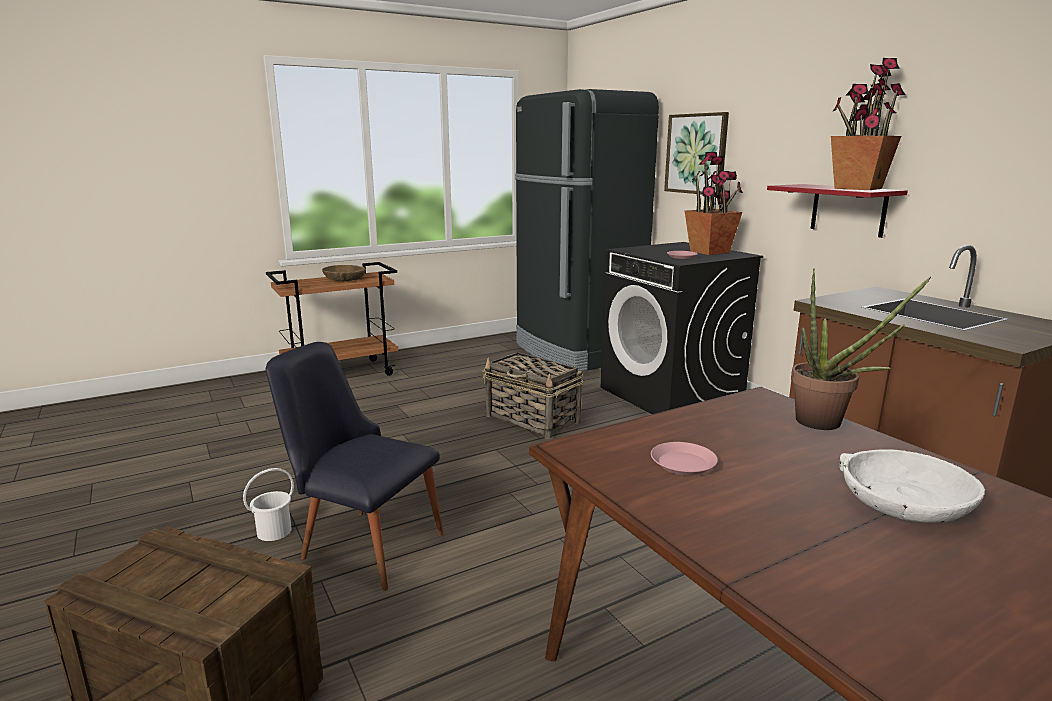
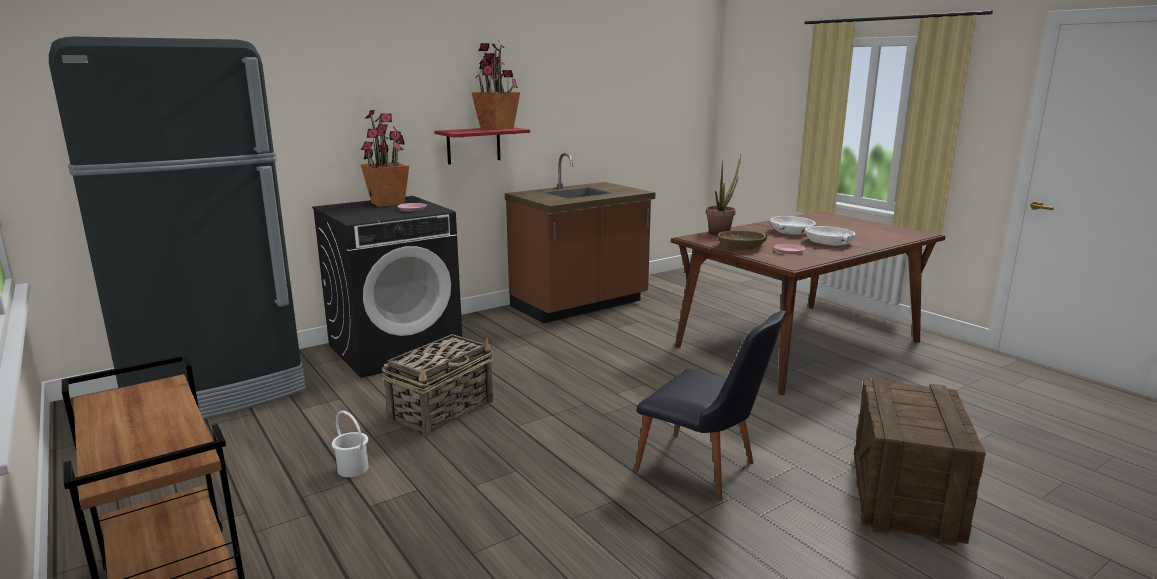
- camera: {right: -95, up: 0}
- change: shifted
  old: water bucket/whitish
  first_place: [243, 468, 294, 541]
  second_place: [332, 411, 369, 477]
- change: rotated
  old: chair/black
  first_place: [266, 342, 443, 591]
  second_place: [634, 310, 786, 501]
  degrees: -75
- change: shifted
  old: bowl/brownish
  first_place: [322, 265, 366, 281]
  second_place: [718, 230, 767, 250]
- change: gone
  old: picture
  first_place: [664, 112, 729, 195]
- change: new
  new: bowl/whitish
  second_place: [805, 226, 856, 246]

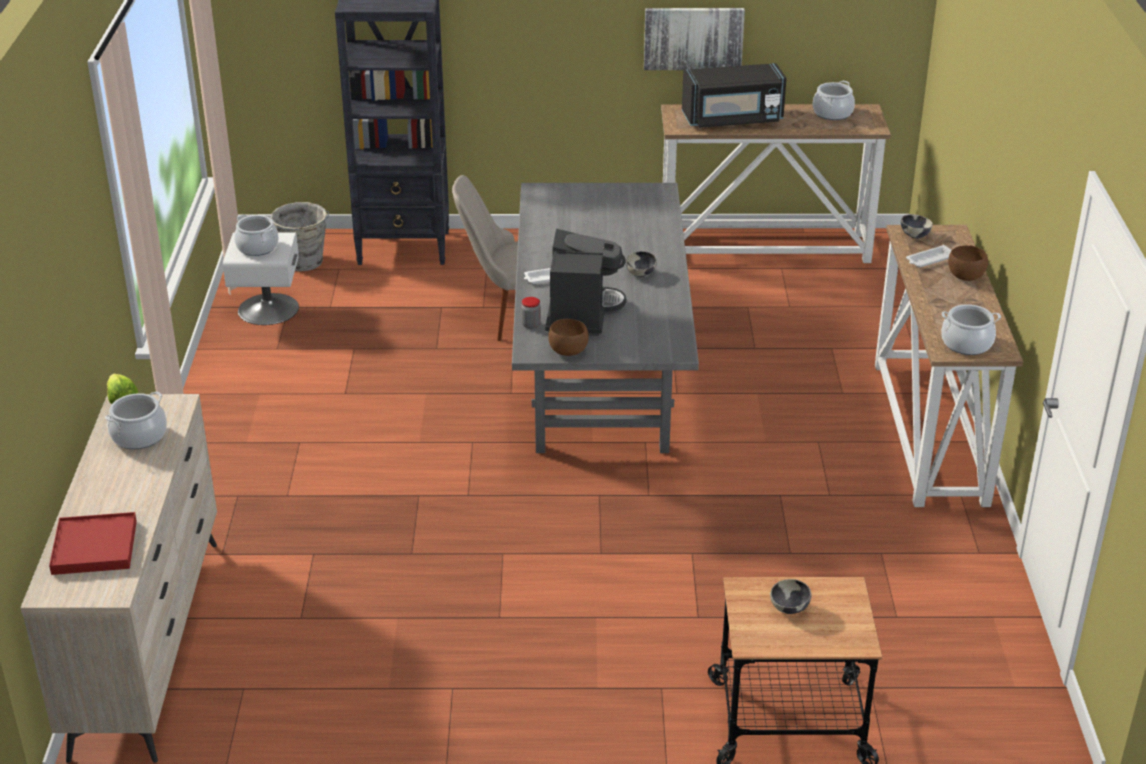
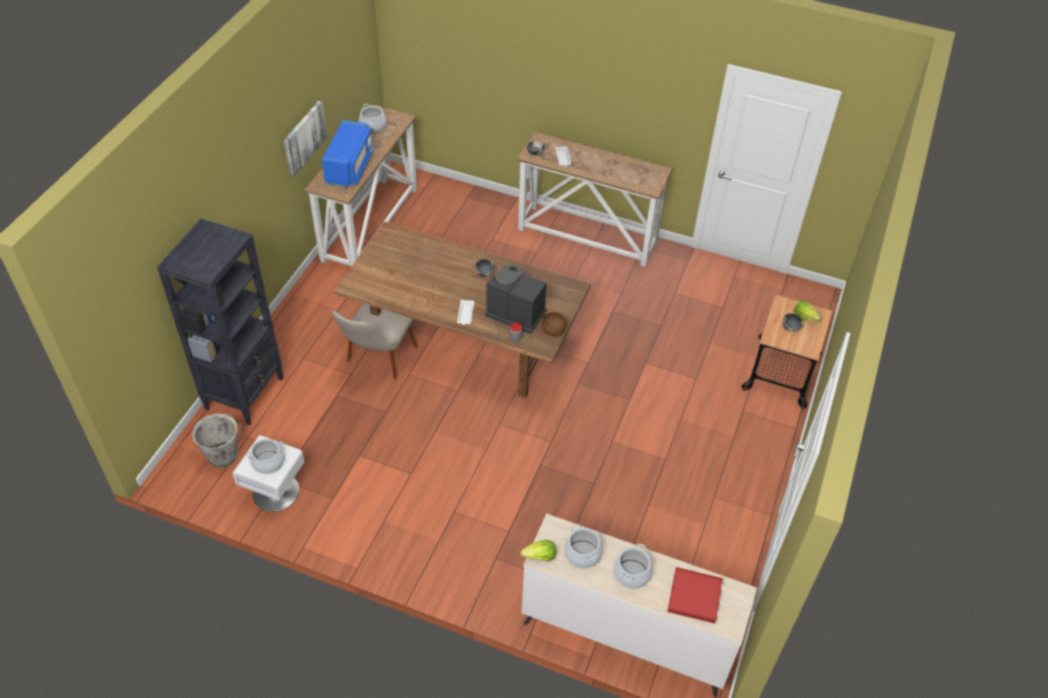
- camera: {right: -70, up: 15}
- change: repainted
  old: dining table/grey
  new: dining table/brownish
  first_place: [512, 183, 699, 453]
  second_place: [334, 222, 591, 398]
- change: repainted
  old: microwave oven/black
  new: microwave oven/bluish
  first_place: [682, 63, 787, 128]
  second_place: [322, 120, 374, 187]
- change: shifted
  old: saucepot
  first_place: [941, 304, 1001, 355]
  second_place: [613, 544, 653, 589]
- change: gone
  old: bowl/brownish
  first_place: [948, 245, 988, 281]
- change: new
  new: head of lettuce
  second_place: [794, 301, 821, 322]

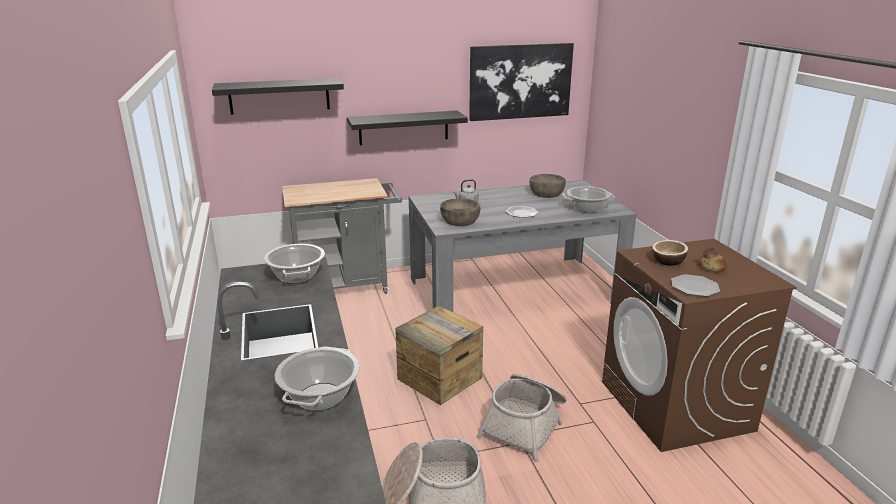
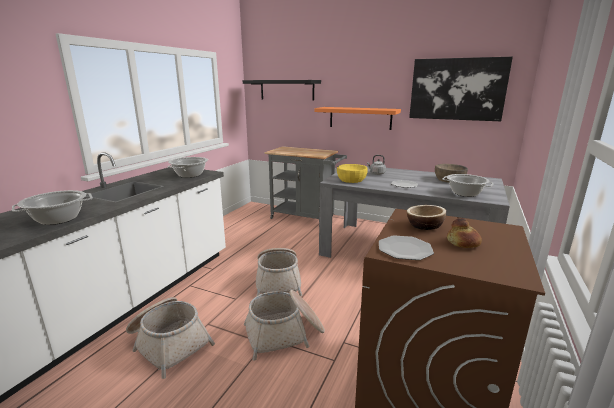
- camera: {right: 40, up: -5}
- change: repainted
  old: shelf/black
  new: shelf/orange-coloured
  first_place: [347, 111, 468, 145]
  second_place: [315, 107, 401, 130]
- change: swapped
  old: packing crate
  new: storage basket
  first_place: [395, 306, 483, 405]
  second_place: [256, 248, 302, 296]
- change: repainted
  old: bowl/brownish
  new: bowl/yellow-coloured
  first_place: [440, 198, 480, 226]
  second_place: [337, 164, 368, 183]

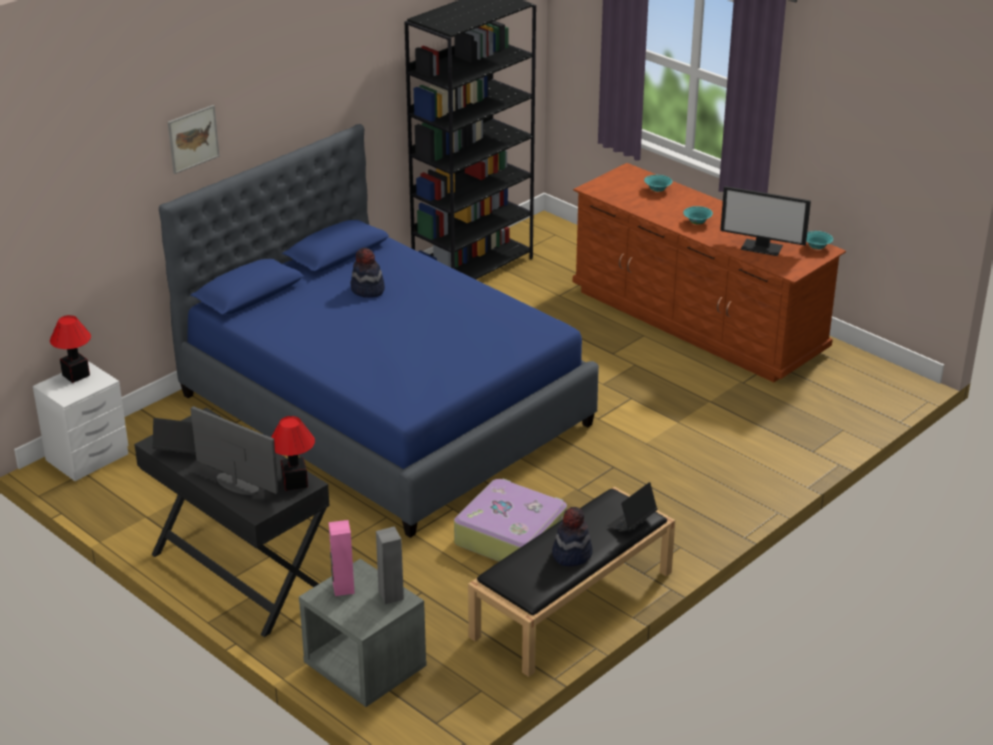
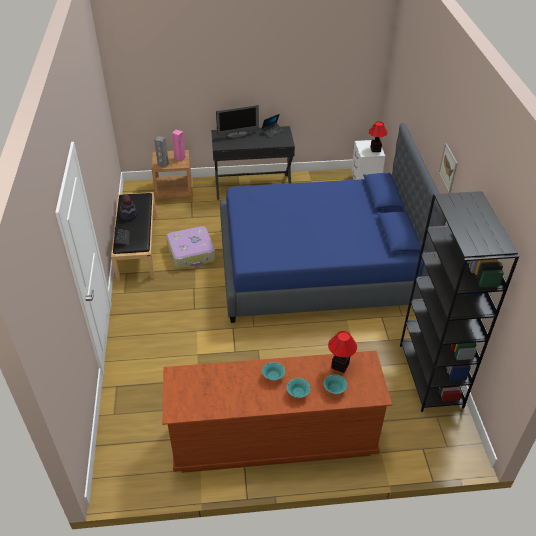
- camera: {right: 130, up: 10}
- change: shifted
  old: picture
  first_place: [168, 105, 220, 174]
  second_place: [439, 143, 458, 193]
- change: shifted
  old: table lamp
  first_place: [271, 416, 315, 491]
  second_place: [328, 331, 357, 373]
- change: repainted
  old: night table/grey
  new: night table/brownish
  first_place: [299, 559, 426, 707]
  second_place: [152, 150, 192, 198]
- change: gone
  old: hat
  first_place: [351, 248, 385, 298]
- change: gone
  old: monitor
  first_place: [720, 186, 811, 256]
- change: shifted
  old: bowl/turquoise-coloured
  first_place: [806, 231, 833, 250]
  second_place: [287, 378, 311, 398]

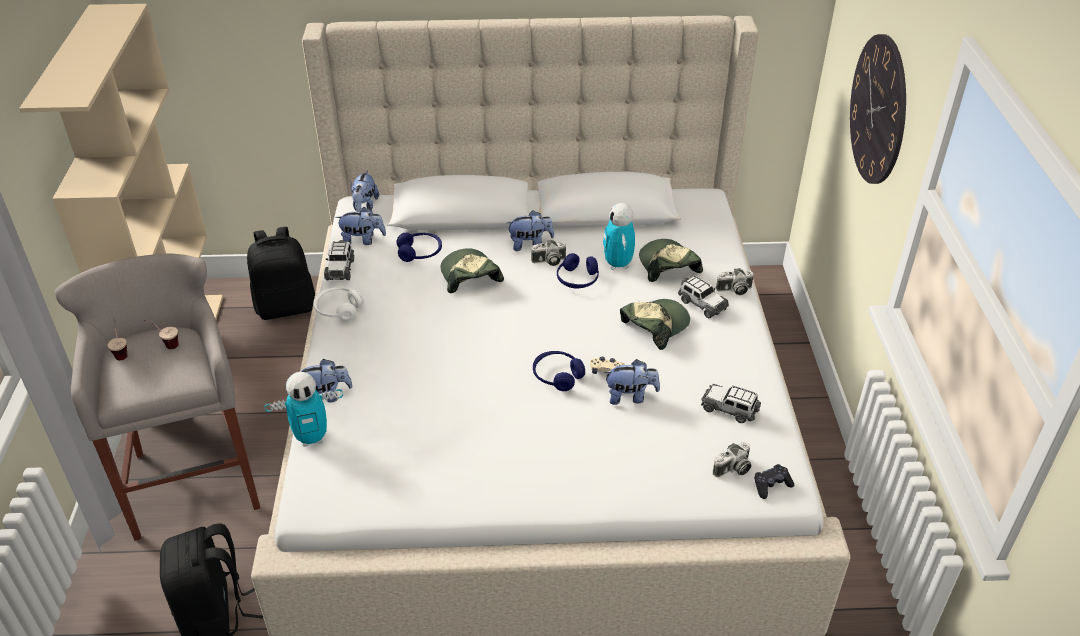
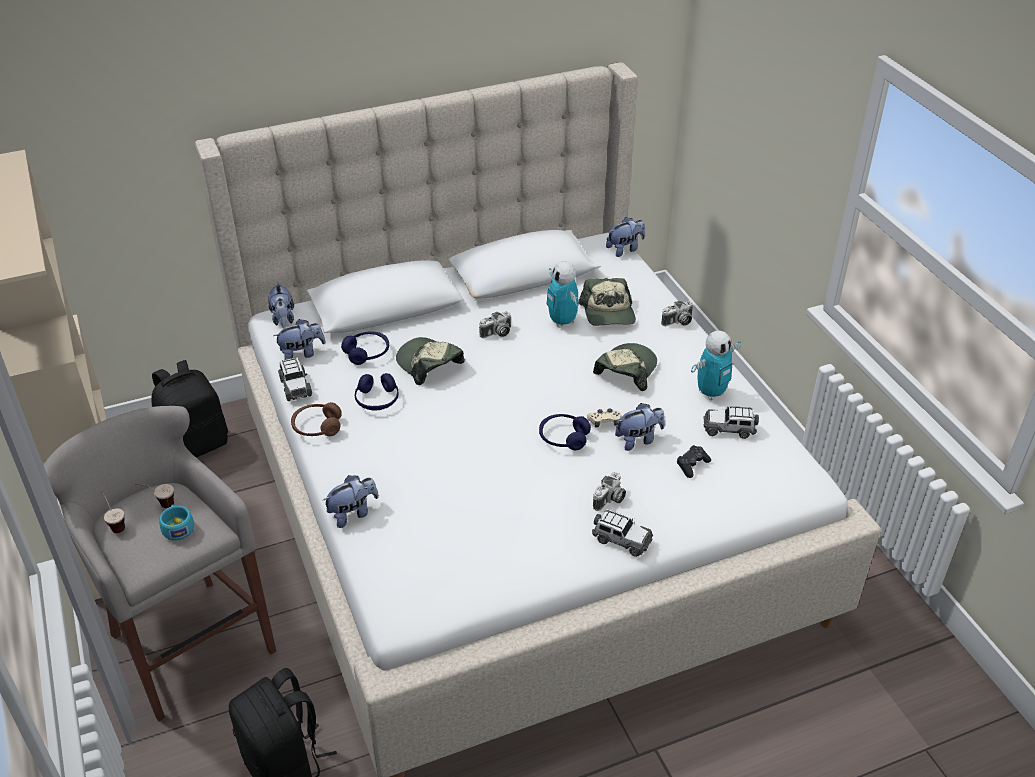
- camera: {right: -20, up: 0}
- change: shifted
  old: model robot
  first_place: [264, 372, 343, 447]
  second_place: [691, 331, 741, 400]
- change: repainted
  old: headphones/whitish
  new: headphones/brownish
  first_place: [313, 287, 364, 321]
  second_place: [291, 402, 342, 436]
- change: shifted
  old: soft toy
  first_place: [507, 211, 554, 251]
  second_place: [606, 217, 645, 257]
- change: shifted
  old: headphones/bluish
  first_place: [557, 253, 599, 288]
  second_place: [355, 373, 399, 411]
- change: rotated
  old: cap
  first_place: [639, 239, 703, 282]
  second_place: [578, 278, 636, 326]
  degrees: -150
- change: shifted
  old: toy car
  first_place: [678, 276, 729, 318]
  second_place: [592, 509, 653, 557]
- change: shifted
  old: photo camera
  first_place: [713, 442, 751, 477]
  second_place: [593, 472, 626, 511]
- change: shifted
  old: game controller/black
  first_place: [754, 464, 794, 499]
  second_place: [677, 445, 711, 478]
- change: gone
  old: wall clock
  first_place: [850, 34, 906, 184]
- change: new
  new: small cup/turquoise-coloured
  second_place: [159, 504, 194, 541]

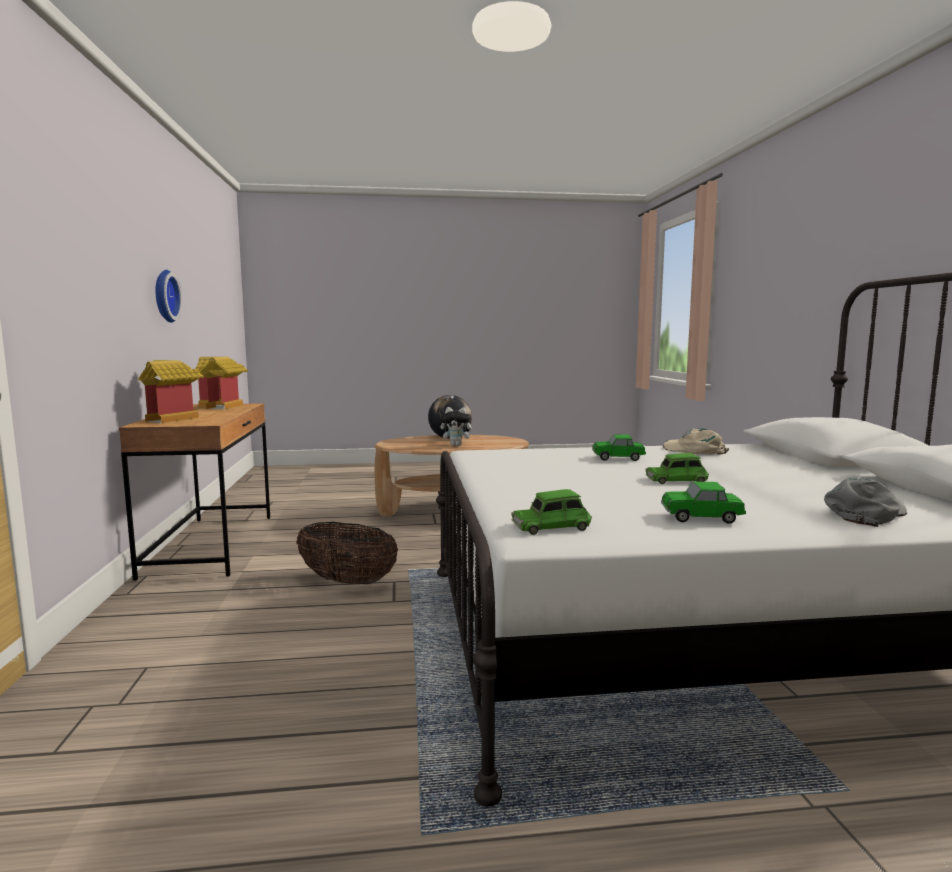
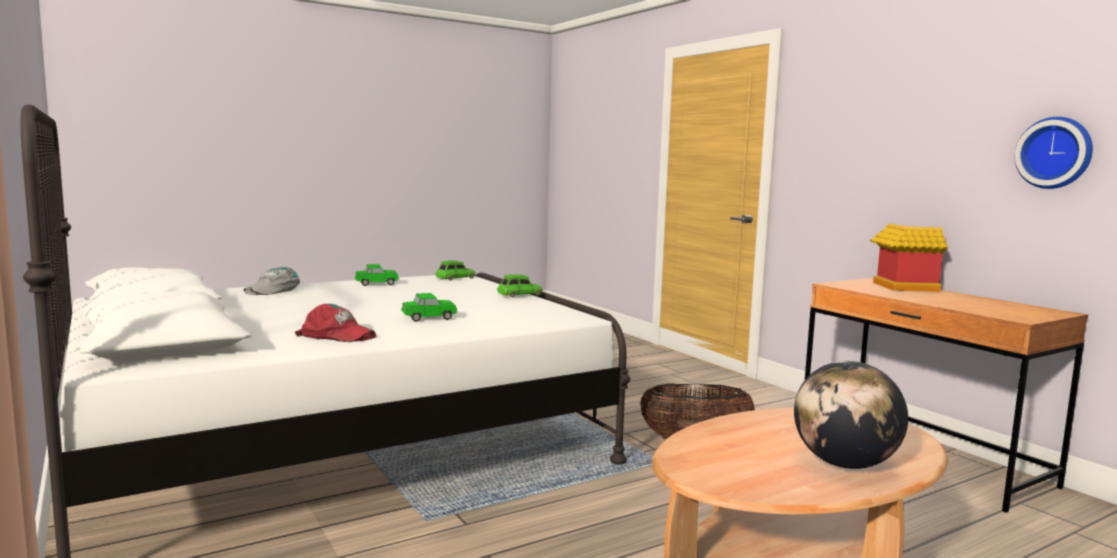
- camera: {right: 155, up: 0}
- change: gone
  old: miniature house
  first_place: [195, 357, 248, 409]
- change: gone
  old: soft toy
  first_place: [440, 407, 476, 446]
- change: shifted
  old: toy car/green-coloured
  first_place: [645, 453, 709, 484]
  second_place: [497, 274, 543, 297]
- change: repainted
  old: cap/sand-coloured
  new: cap/red
  first_place: [663, 428, 729, 454]
  second_place: [295, 304, 376, 342]

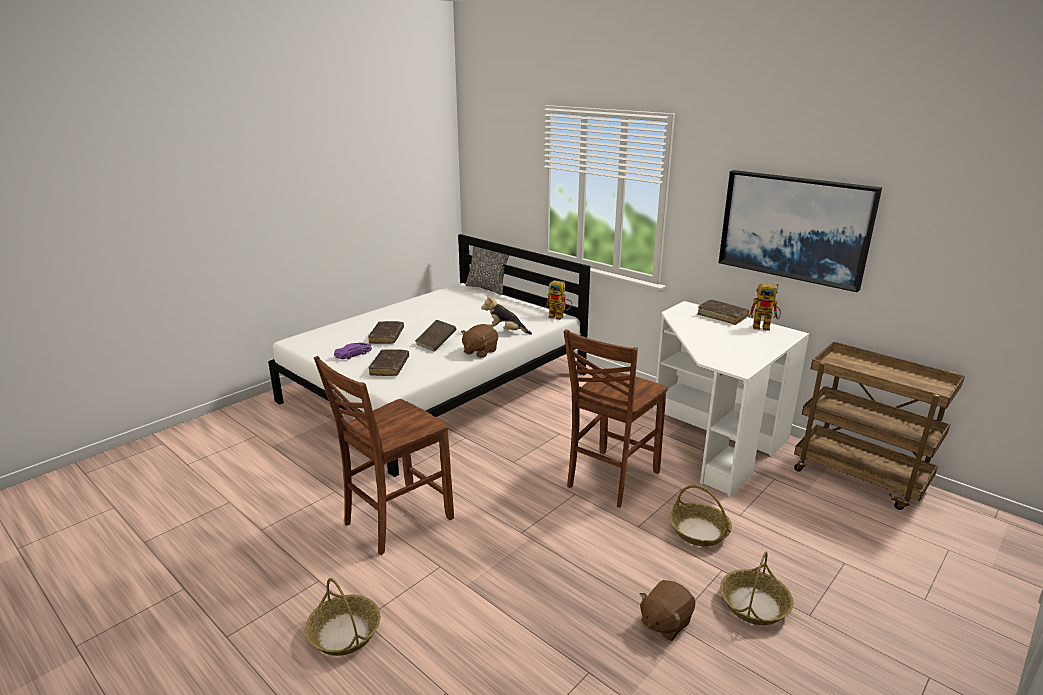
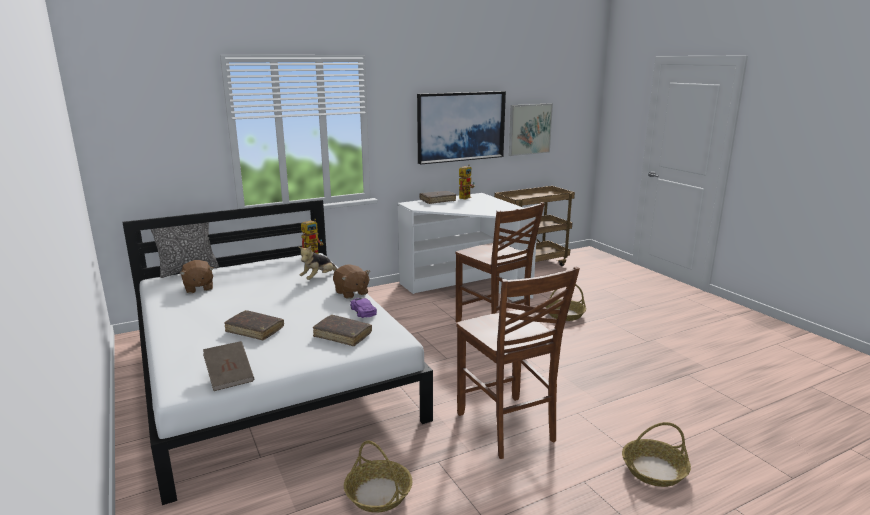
- camera: {right: -70, up: -5}
- change: shifted
  old: toy car/purple-coloured
  first_place: [334, 342, 372, 360]
  second_place: [350, 298, 377, 318]
- change: shifted
  old: bound book/brownish
  first_place: [415, 320, 457, 352]
  second_place: [203, 341, 254, 391]
- change: shifted
  old: soft toy/brownish
  first_place: [640, 580, 695, 641]
  second_place: [180, 260, 214, 294]
- change: shifted
  old: storage basket
  first_place: [720, 551, 794, 625]
  second_place: [344, 440, 412, 513]
- change: new
  new: picture
  second_place: [509, 103, 553, 156]

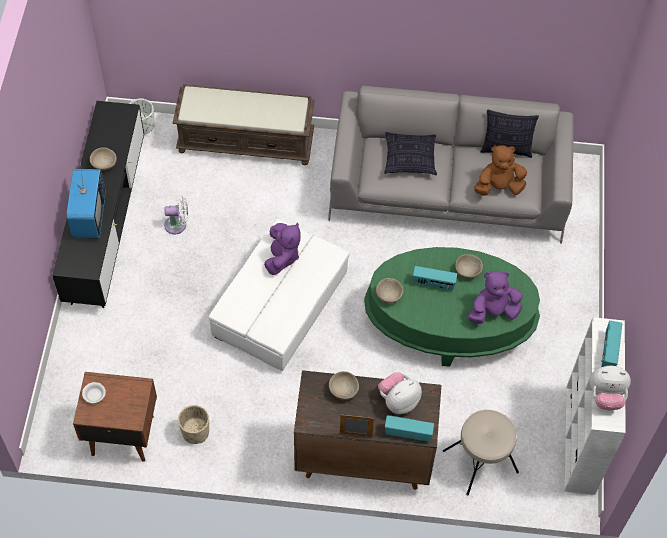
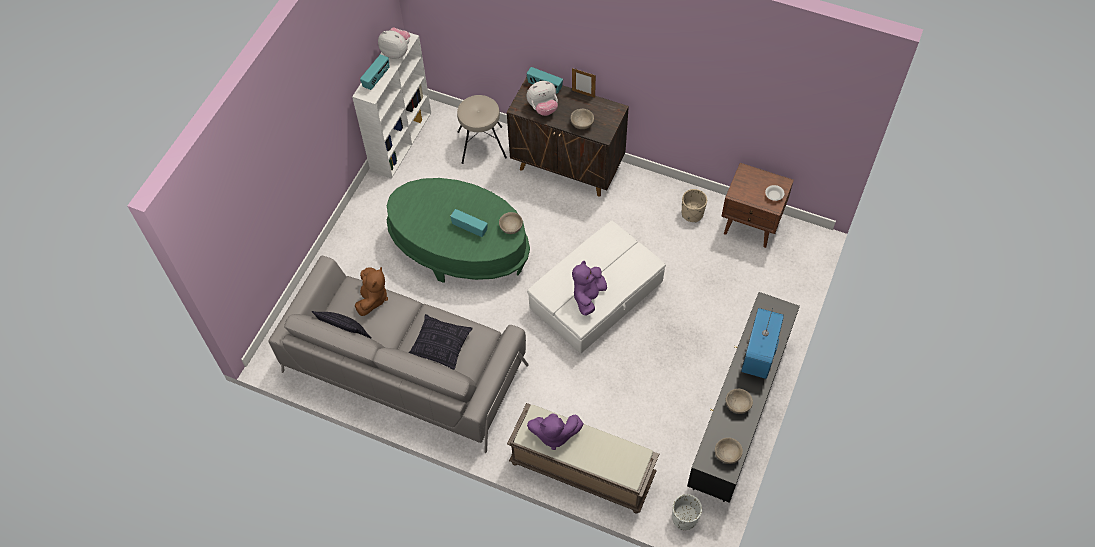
- camera: {right: -160, up: 0}
- change: gone
  old: fan/whitish
  first_place: [164, 195, 188, 234]
- change: shifted
  old: bowl/sand-coloured
  first_place: [455, 254, 483, 279]
  second_place: [715, 438, 743, 464]
- change: shifted
  old: soft toy/purple-coloured
  first_place: [468, 271, 523, 324]
  second_place: [527, 413, 583, 450]
- change: rotated
  old: soft toy/brownish
  first_place: [474, 145, 527, 196]
  second_place: [355, 267, 388, 316]
  degrees: -90

